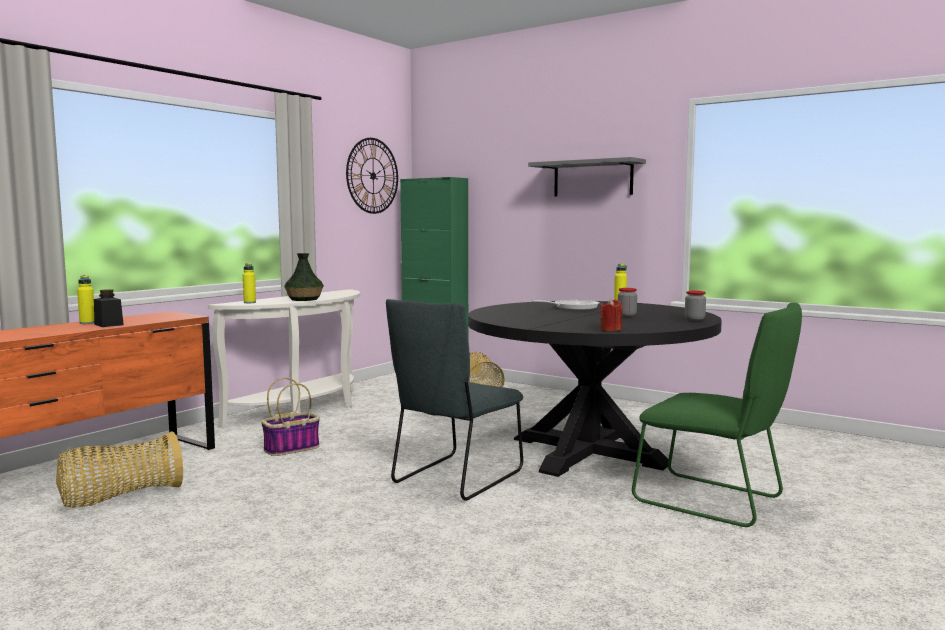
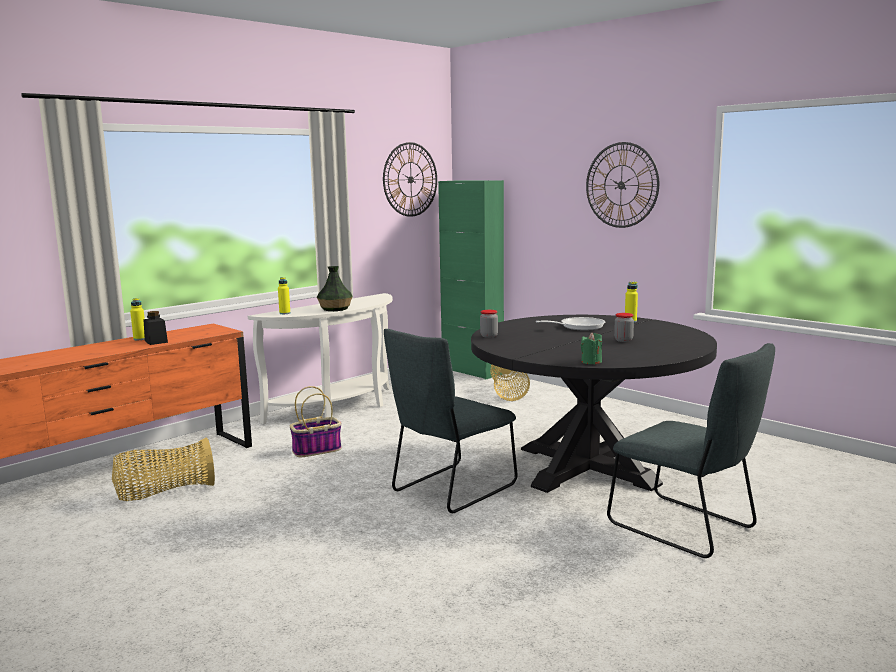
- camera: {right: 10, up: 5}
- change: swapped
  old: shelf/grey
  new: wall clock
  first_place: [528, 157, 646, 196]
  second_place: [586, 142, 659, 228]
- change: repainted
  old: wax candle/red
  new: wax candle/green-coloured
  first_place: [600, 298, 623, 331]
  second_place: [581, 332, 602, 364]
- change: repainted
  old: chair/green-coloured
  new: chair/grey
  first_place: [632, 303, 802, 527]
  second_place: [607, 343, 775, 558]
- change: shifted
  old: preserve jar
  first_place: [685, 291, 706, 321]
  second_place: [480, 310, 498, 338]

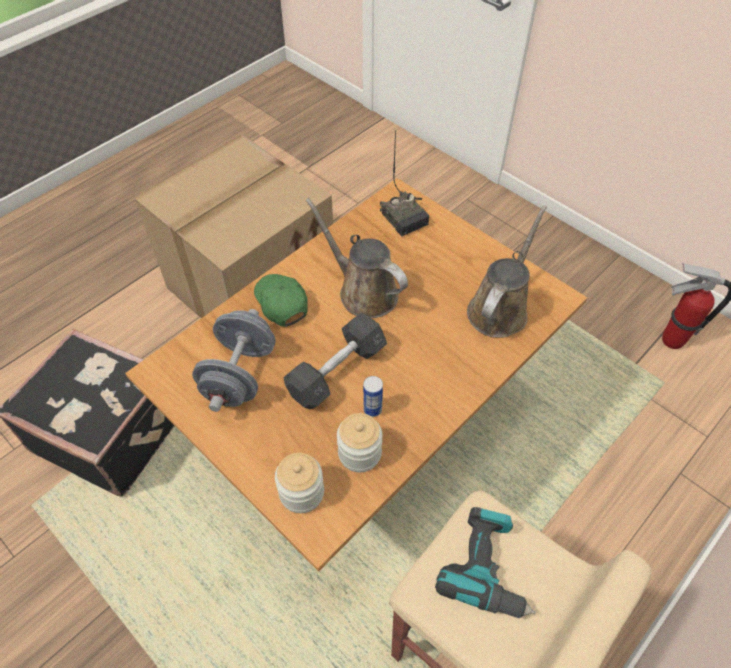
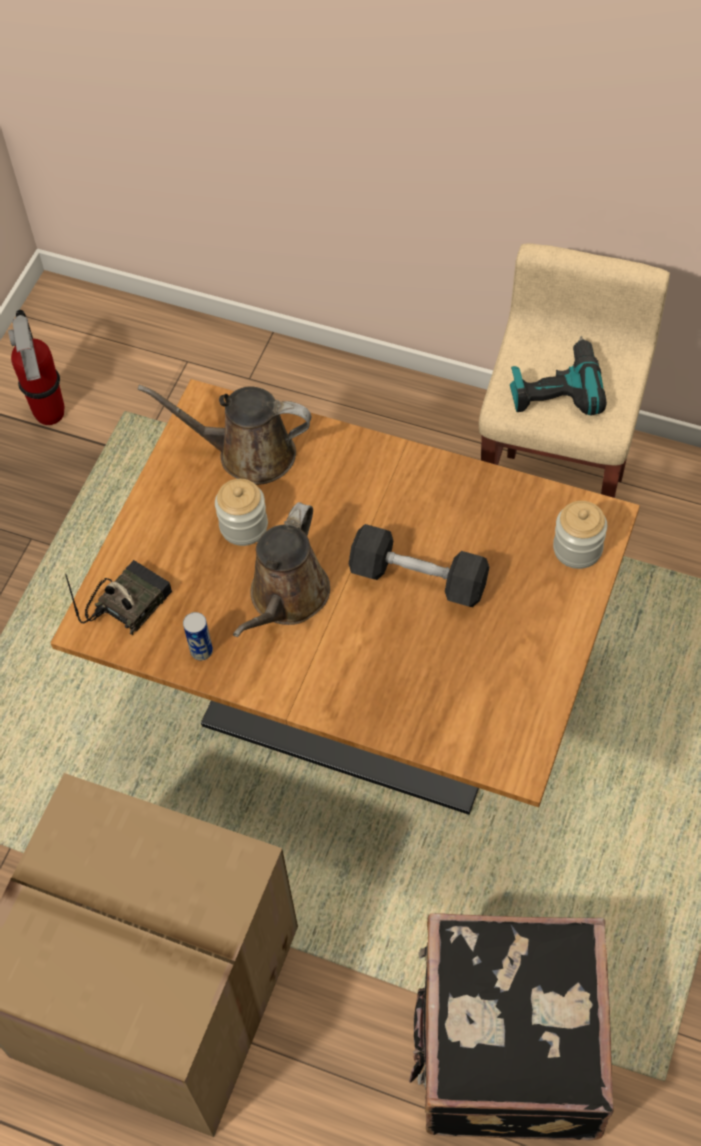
- camera: {right: -110, up: 5}
- change: gone
  old: hand weight/grey
  first_place: [192, 309, 276, 412]
- change: gone
  old: cap/green-coloured
  first_place: [254, 274, 308, 327]
- change: shifted
  old: preserve jar
  first_place: [337, 413, 382, 472]
  second_place: [215, 479, 268, 546]
- change: shifted
  old: metal can
  first_place: [363, 376, 383, 417]
  second_place: [183, 612, 213, 660]

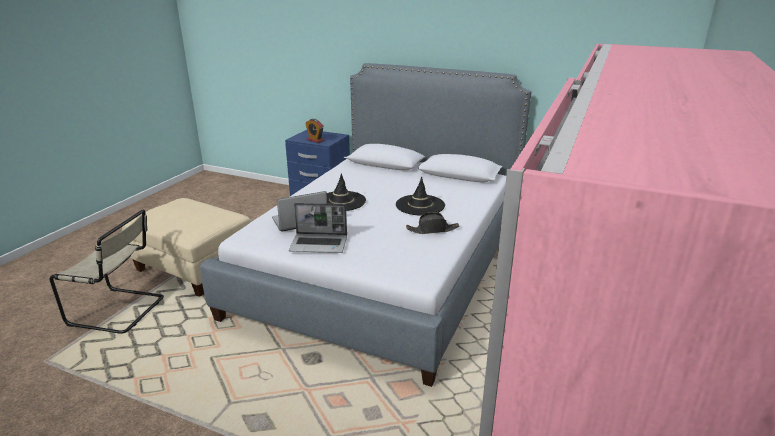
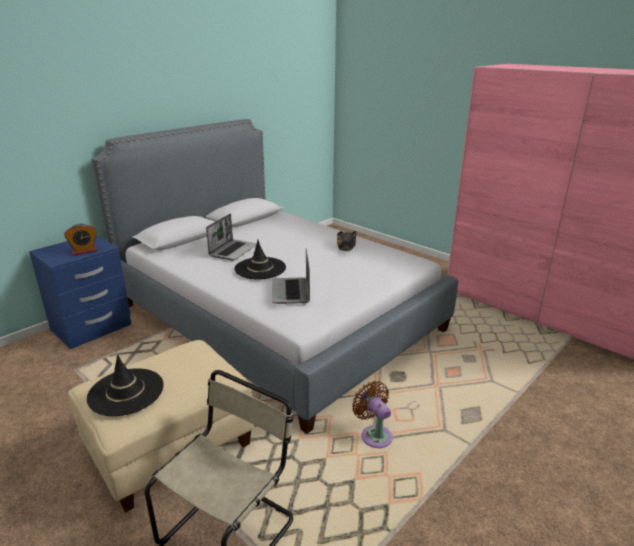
- camera: {right: -70, up: 0}
- change: shifted
  old: portable computer
  first_place: [289, 203, 347, 253]
  second_place: [206, 214, 256, 260]
- change: shifted
  old: hat/black
  first_place: [396, 177, 445, 215]
  second_place: [87, 355, 164, 416]
- change: new
  new: fan/brownish
  second_place: [352, 381, 393, 448]

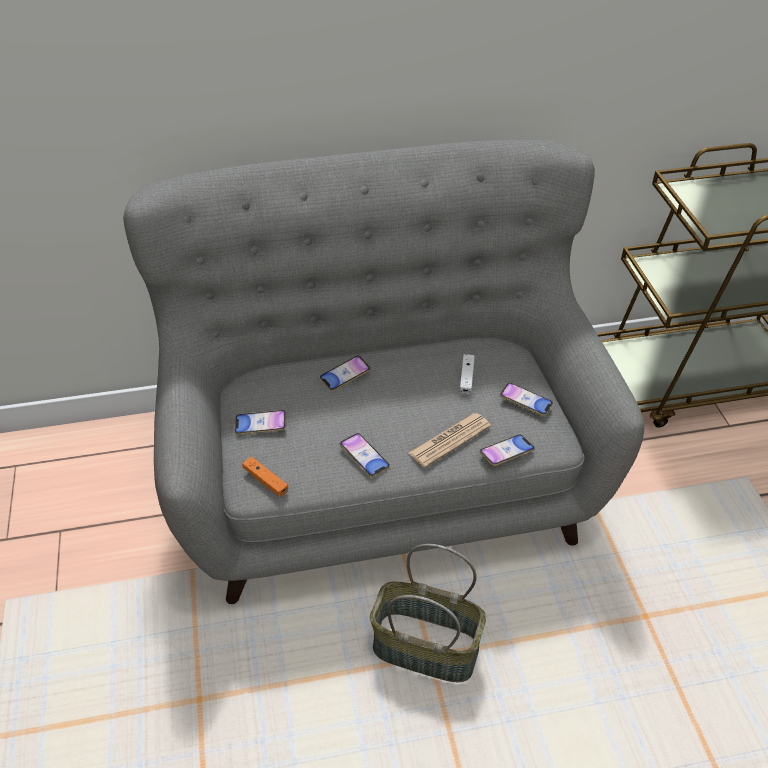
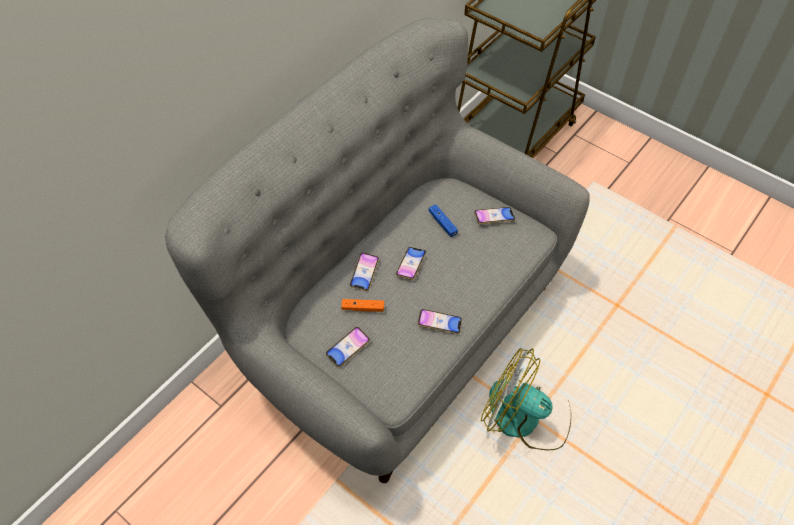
- camera: {right: -40, up: 10}
- change: shifted
  old: game controller/orange-coloured
  first_place: [242, 457, 288, 497]
  second_place: [341, 299, 384, 312]
- change: swapped
  old: storage basket
  new: fan
  first_place: [370, 544, 486, 682]
  second_place: [481, 348, 571, 450]
- change: gone
  old: printed paper
  first_place: [409, 413, 491, 468]
- change: repainted
  old: game controller/whitish
  new: game controller/bluish
  first_place: [460, 354, 475, 395]
  second_place: [429, 205, 458, 237]
- change: shifted
  old: telephone
  first_place: [479, 435, 535, 466]
  second_place: [396, 247, 426, 280]

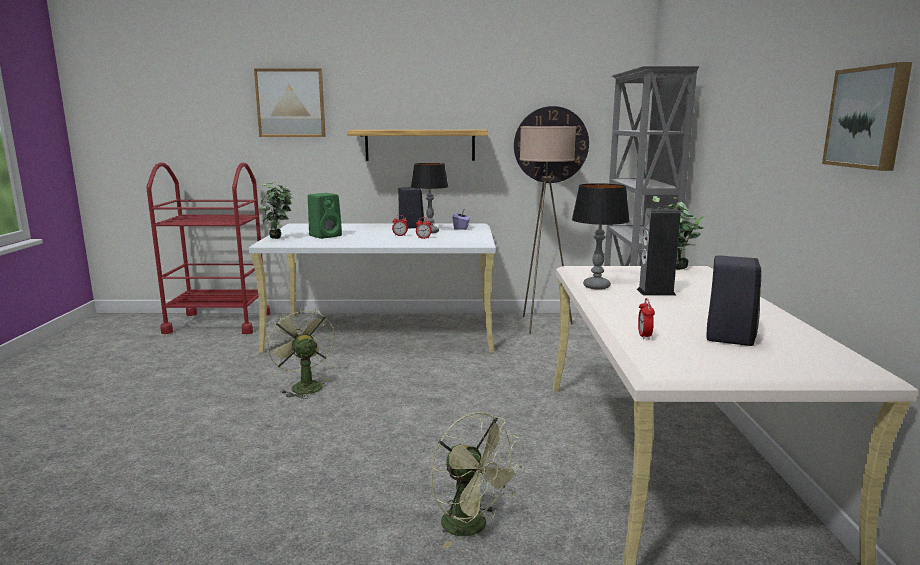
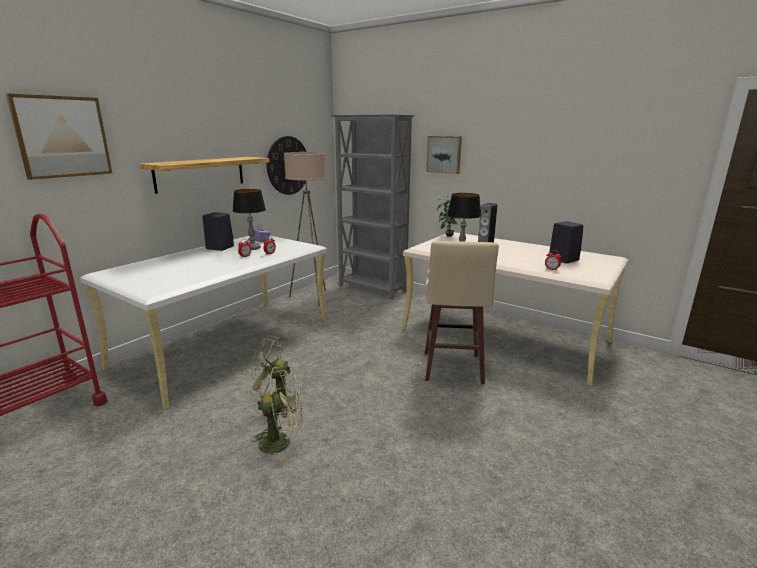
- camera: {right: -55, up: 5}
- change: gone
  old: plant in a pot
  first_place: [258, 182, 293, 239]
- change: gone
  old: loudspeaker/green-coloured
  first_place: [308, 193, 342, 239]
- change: shifted
  old: fan/green-coloured
  first_place: [431, 412, 523, 549]
  second_place: [250, 365, 302, 462]
- change: shifted
  old: picture
  first_place: [822, 62, 912, 171]
  second_place: [426, 136, 462, 174]
- change: new
  new: sitting stool/sand-coloured
  second_place: [425, 241, 499, 384]

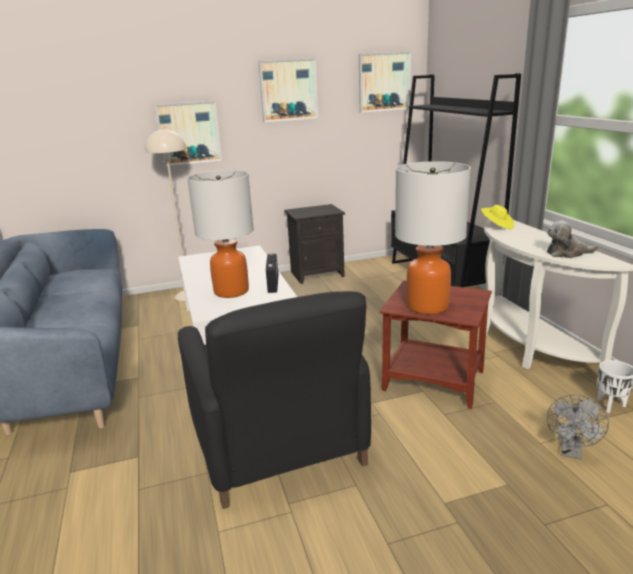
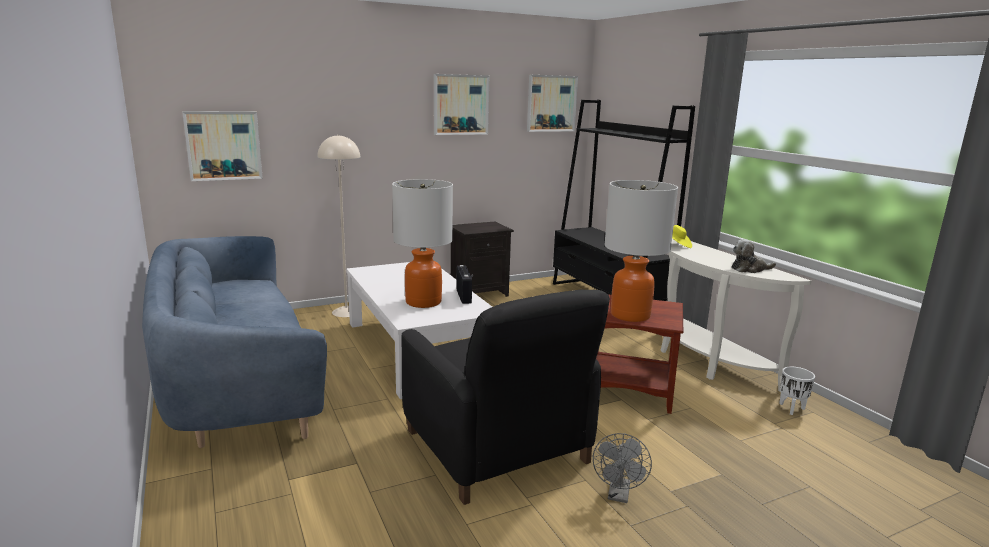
- camera: {right: -10, up: -5}
- change: shifted
  old: picture
  first_place: [154, 101, 222, 166]
  second_place: [182, 111, 263, 181]
- change: shifted
  old: fan/grey
  first_place: [547, 395, 609, 460]
  second_place: [593, 433, 652, 503]

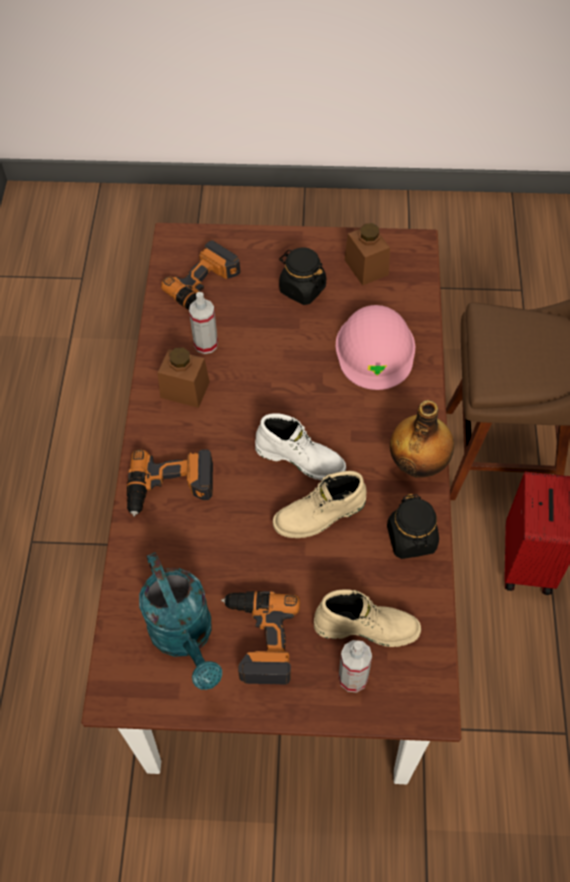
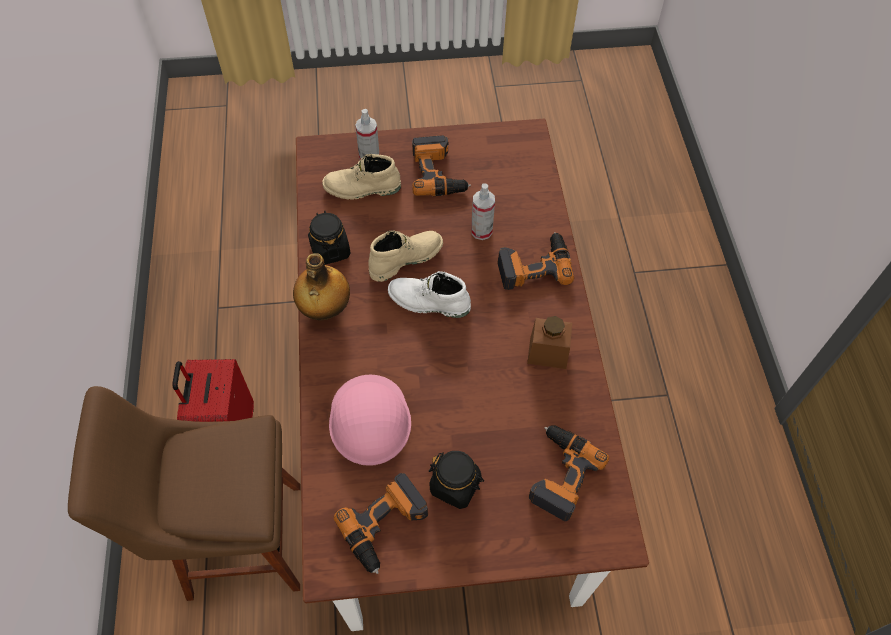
- camera: {right: 170, up: 0}
- change: gone
  old: sprinkling can/turquoise-coloured
  first_place: [139, 552, 222, 690]
- change: shifted
  old: sprayer
  first_place: [189, 292, 218, 354]
  second_place: [471, 183, 495, 240]
- change: swapped
  old: preserve jar/brownish
  new: drill
  first_place: [345, 223, 390, 286]
  second_place: [334, 473, 428, 574]

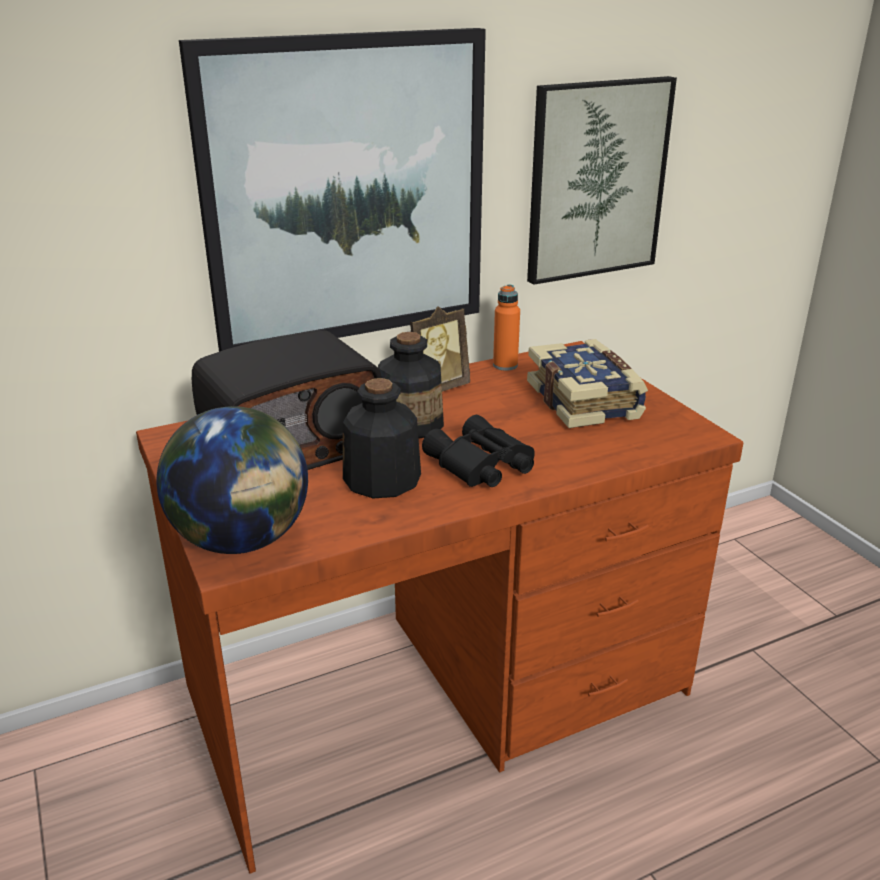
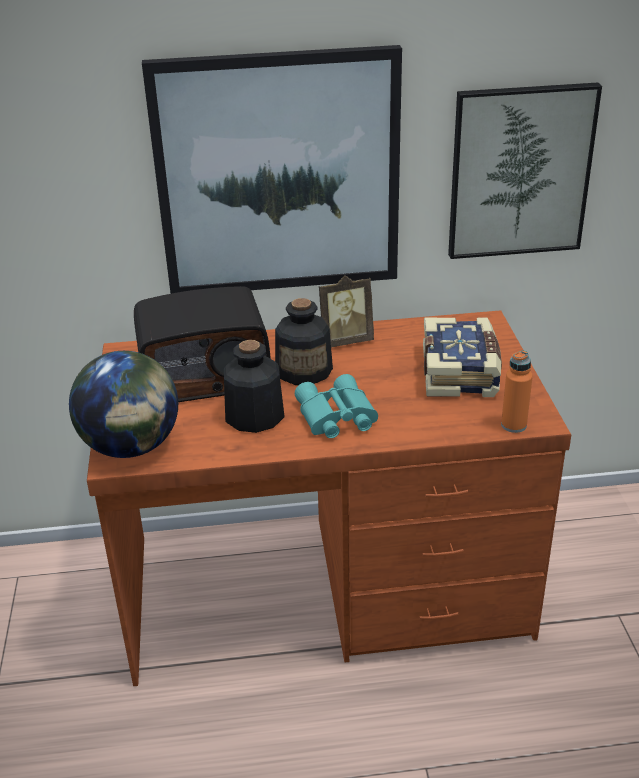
- camera: {right: 20, up: 5}
- change: repainted
  old: field glasses/black
  new: field glasses/turquoise-coloured
  first_place: [422, 415, 535, 487]
  second_place: [295, 374, 378, 438]
- change: shifted
  old: drink bottle/orange-coloured
  first_place: [493, 284, 520, 371]
  second_place: [501, 350, 533, 433]

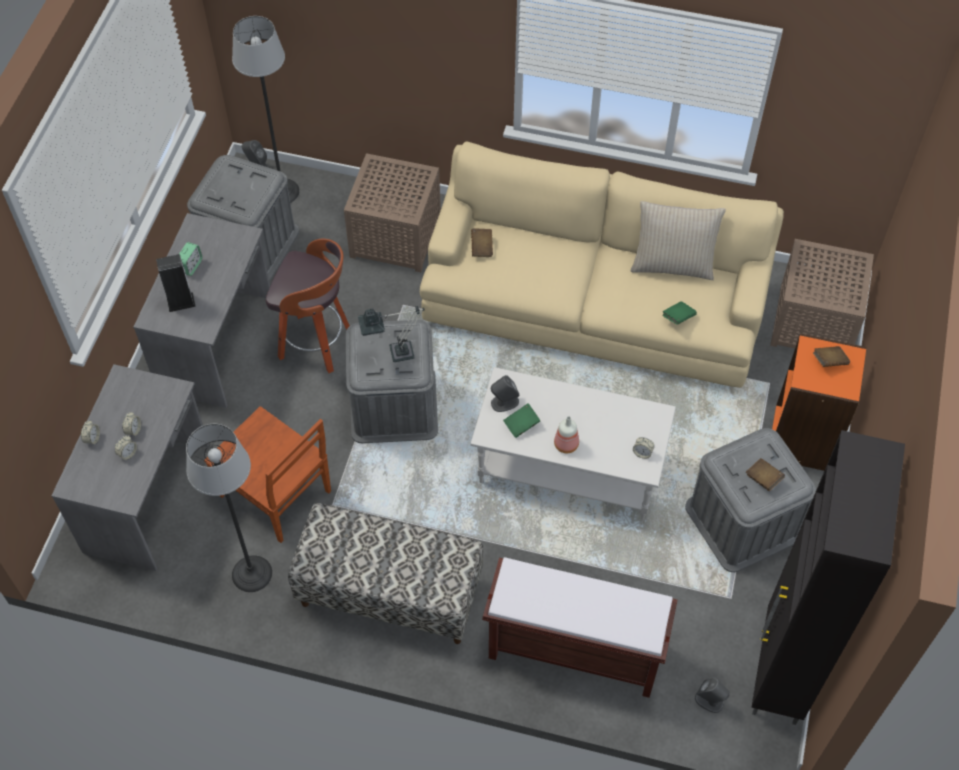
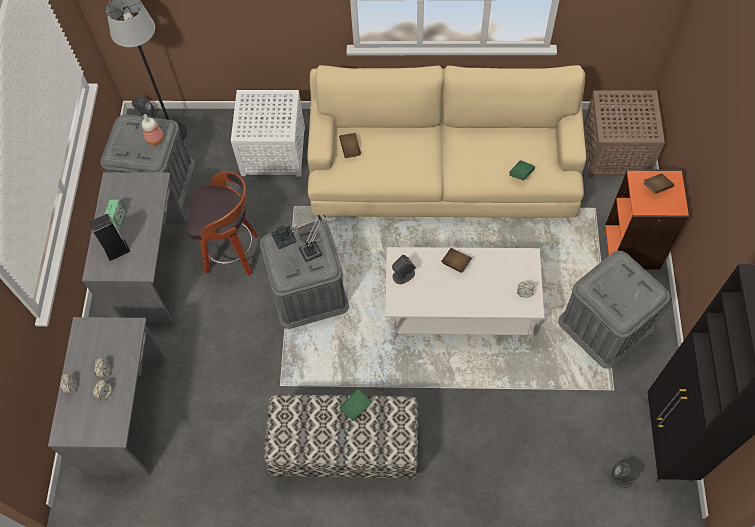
- camera: {right: -10, up: 5}
- change: gone
  old: standing lamp
  first_place: [186, 424, 272, 592]
- change: gone
  old: chair/brownish
  first_place: [204, 406, 331, 543]
- change: repainted
  old: side table/brownish
  new: side table/whitish
  first_place: [344, 153, 441, 272]
  second_place: [231, 90, 305, 177]
- change: gone
  old: long seat/brownish
  first_place: [482, 557, 677, 698]
- change: shifted
  old: bound book/green-coloured
  first_place: [503, 403, 540, 438]
  second_place: [340, 389, 372, 421]
- change: shifted
  old: drink bottle
  first_place: [554, 416, 579, 453]
  second_place: [142, 114, 164, 145]
- change: gone
  old: pillow/sand-coloured
  first_place: [631, 201, 726, 280]
- change: shifted
  old: bound book/brownish
  first_place: [746, 458, 785, 491]
  second_place: [441, 248, 471, 273]

